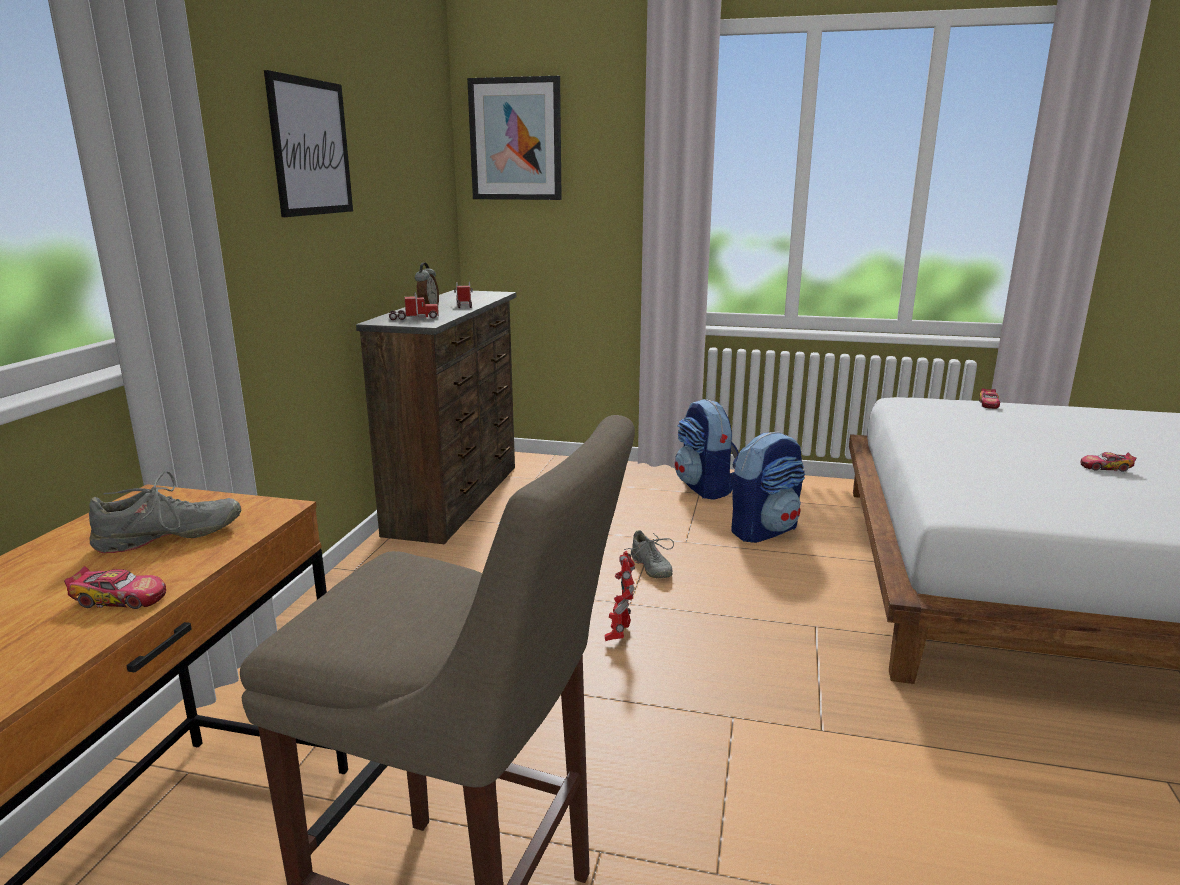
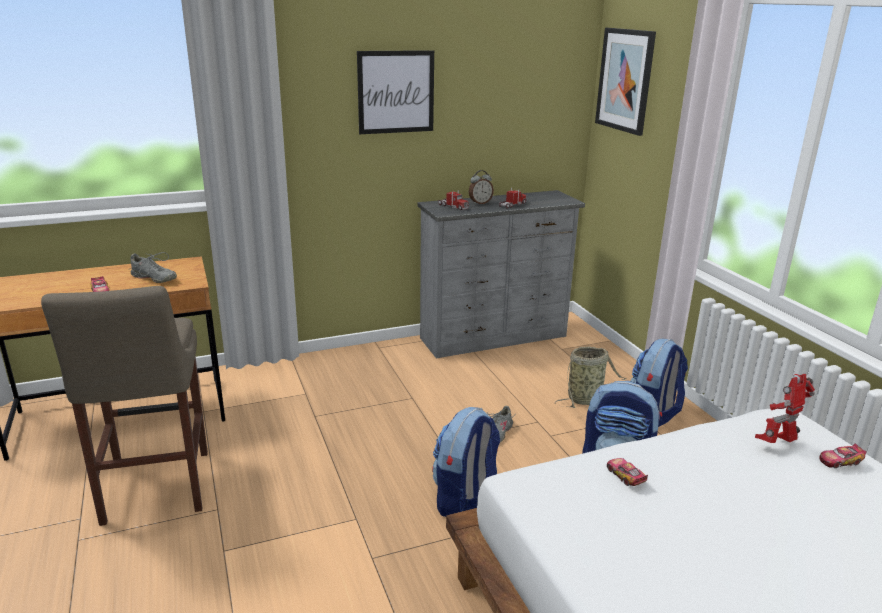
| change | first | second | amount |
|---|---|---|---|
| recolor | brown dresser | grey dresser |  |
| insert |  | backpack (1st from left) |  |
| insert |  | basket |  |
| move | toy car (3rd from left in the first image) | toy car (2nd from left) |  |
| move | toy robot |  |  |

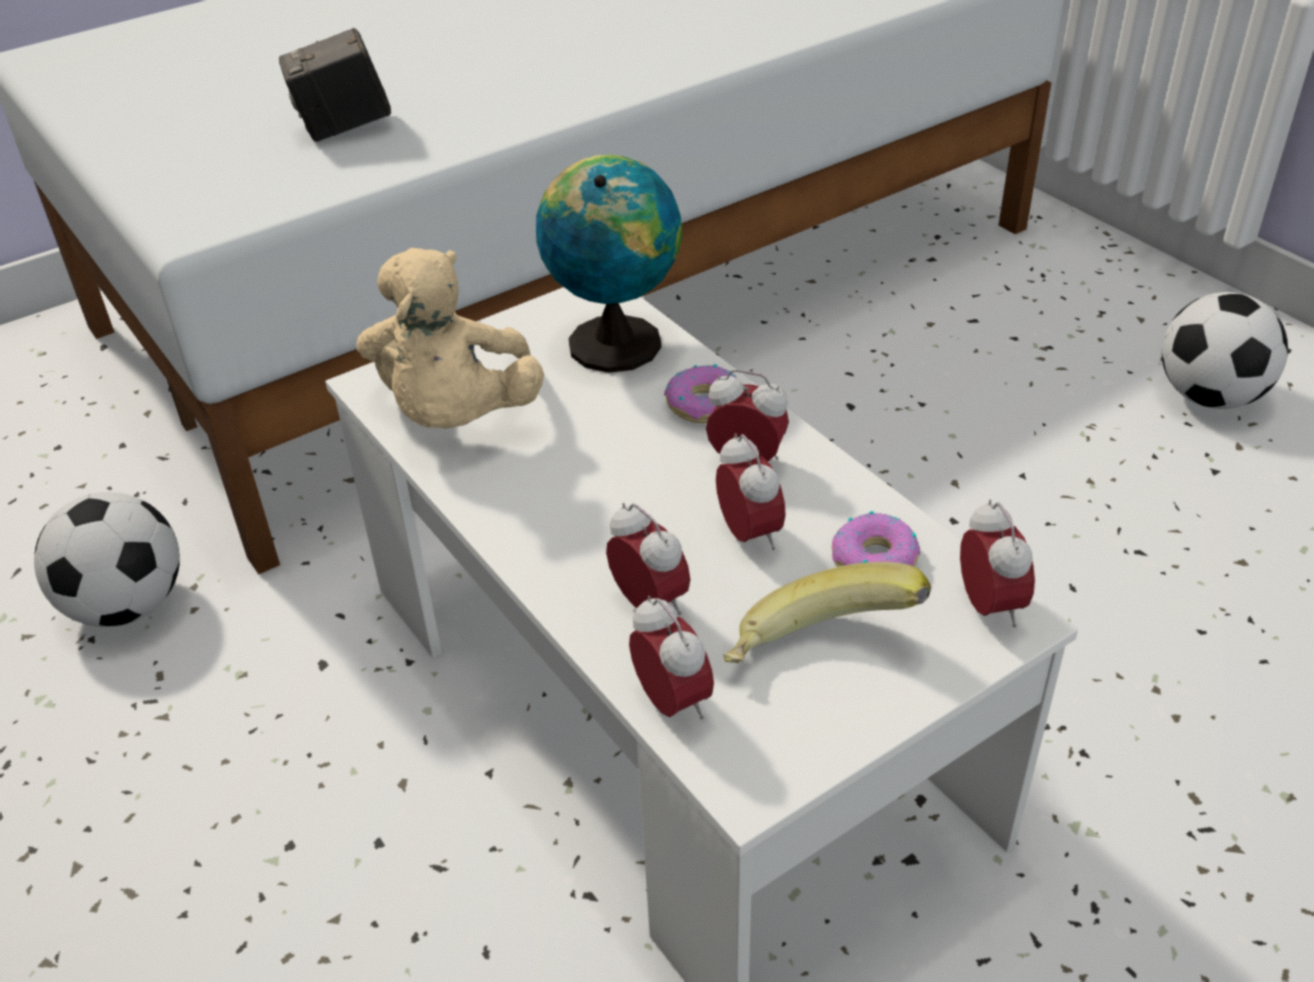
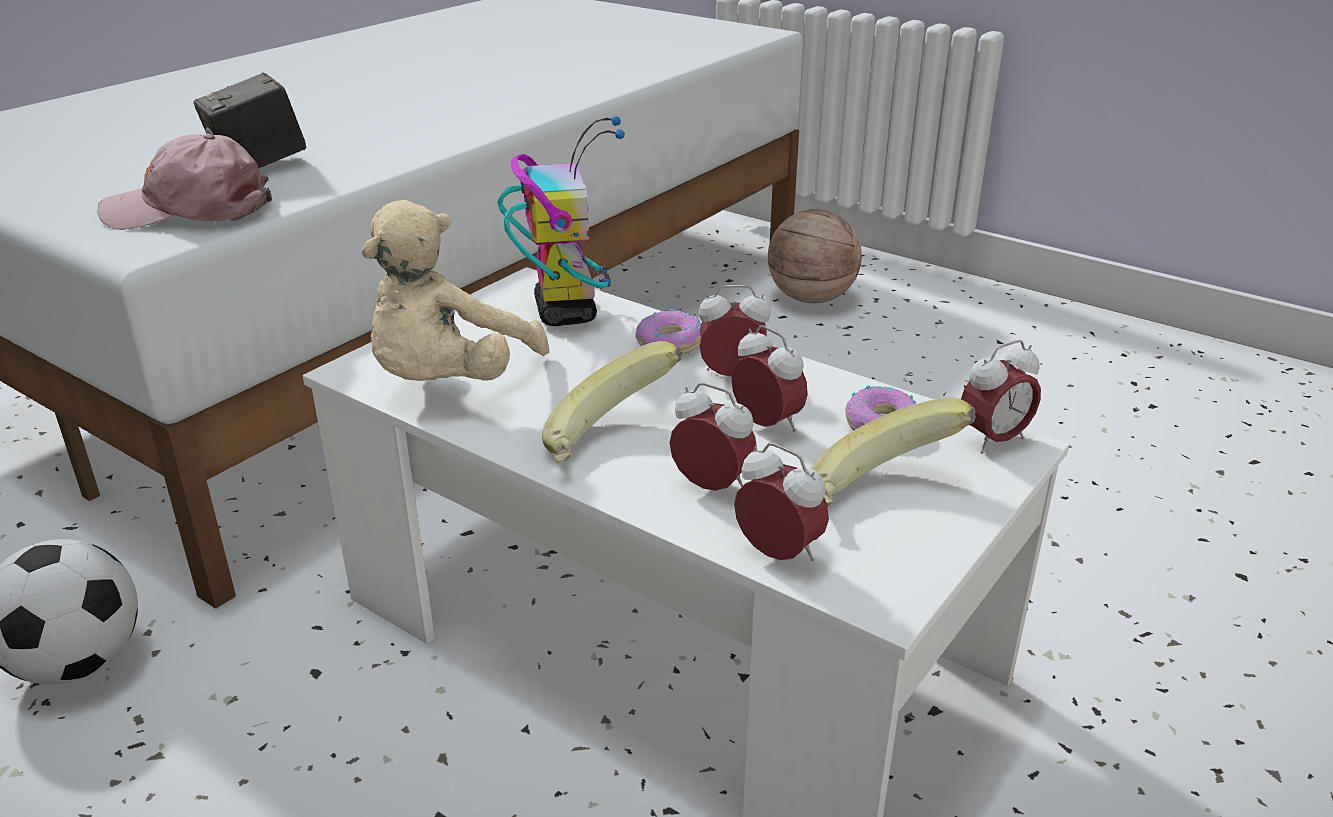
| change | first | second | amount |
|---|---|---|---|
| insert |  | pink cap |  |
| rotate | beige plush toy |  | 45 degrees clockwise |
| replace | globe | toy robot |  |
| insert |  | banana (1st from left) |  |
| insert |  | basketball |  |
| rotate | alarm clock (5th from left) |  | 90 degrees clockwise |
| delete | football (2nd from left) |  |  |

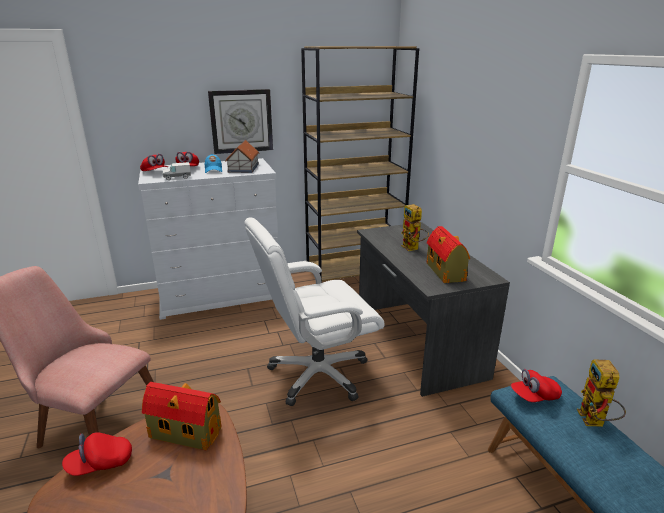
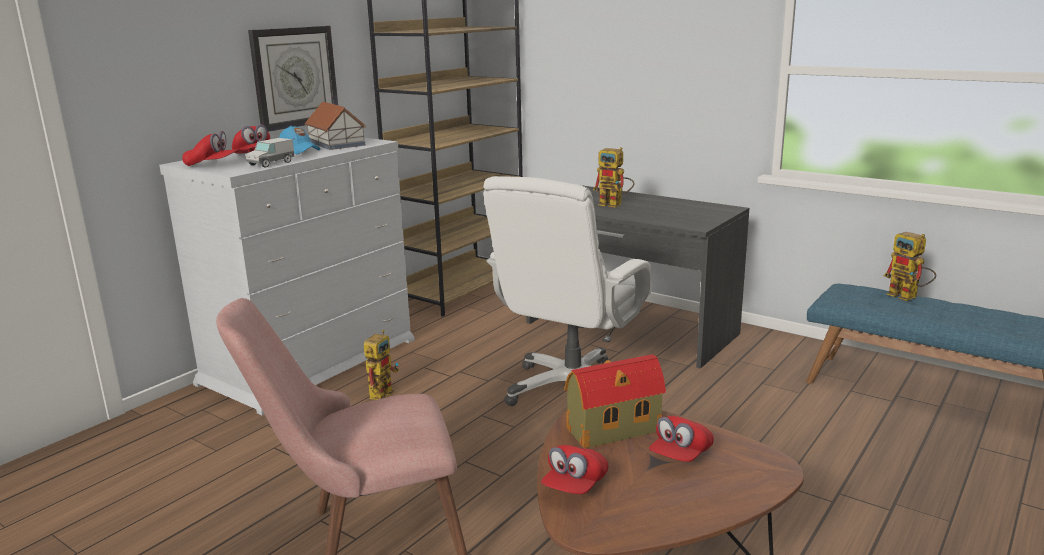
| change | first | second | amount |
|---|---|---|---|
| insert |  | toy robot (1st from left) |  |
| move | red cap (4th from left) |  |  |
| delete | toy house (3rd from left) |  |  |

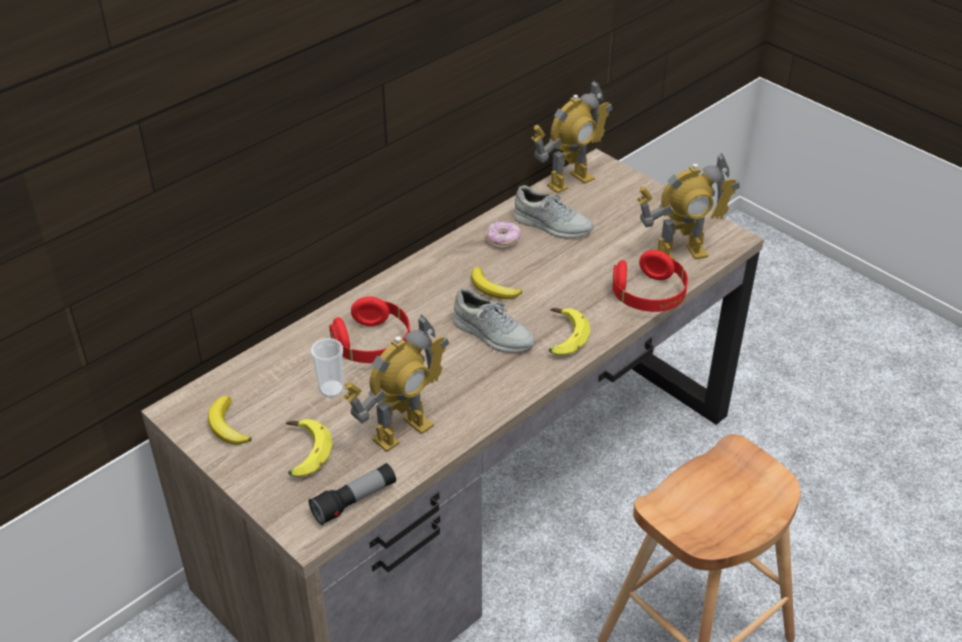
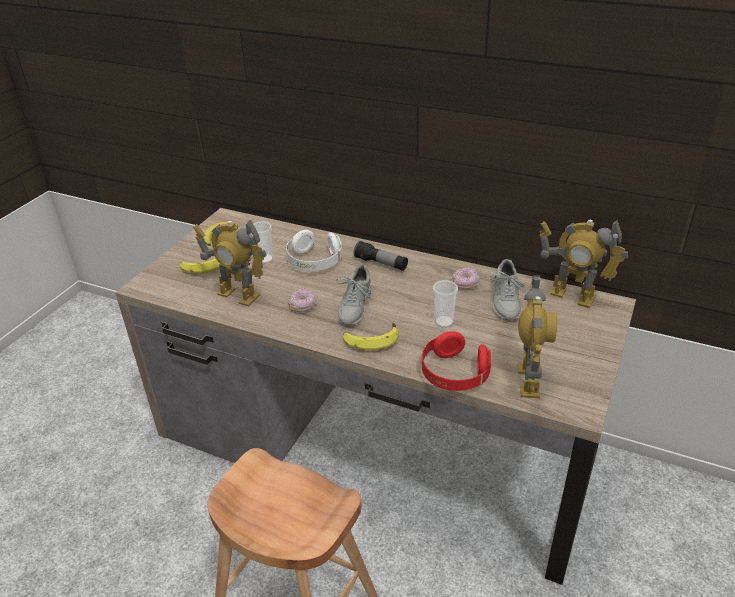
| change | first | second | amount |
|---|---|---|---|
| recolor | red headphones (1st from left) | white headphones |  |
| insert |  | donut (1st from left) |  |
| move | flashlight |  |  |
| insert |  | cup (2nd from left) |  |
| rotate | toy robot (3rd from left in the first image) | toy robot (2nd from left) | 135 degrees counterclockwise |
| delete | banana (3rd from left) |  |  |

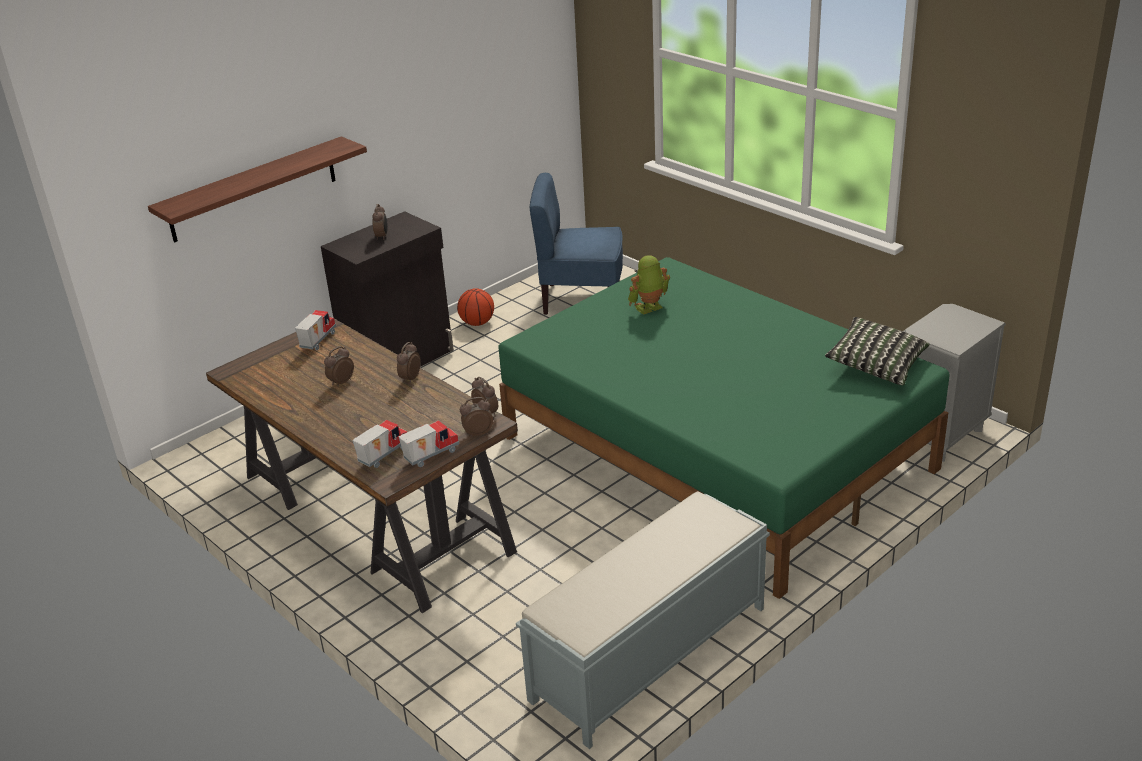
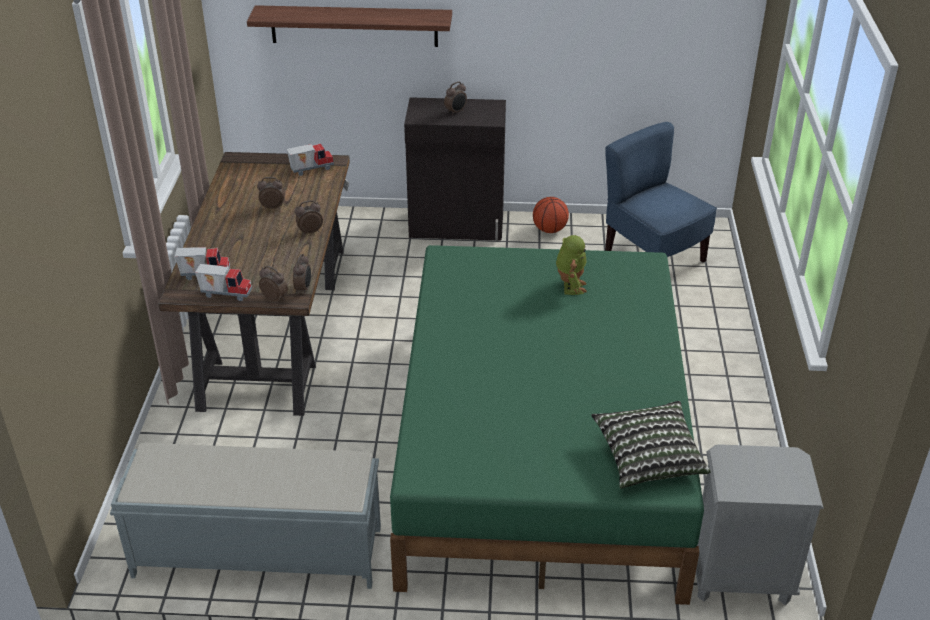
| change | first | second | amount |
|---|---|---|---|
| rotate | toy robot |  | 75 degrees clockwise |

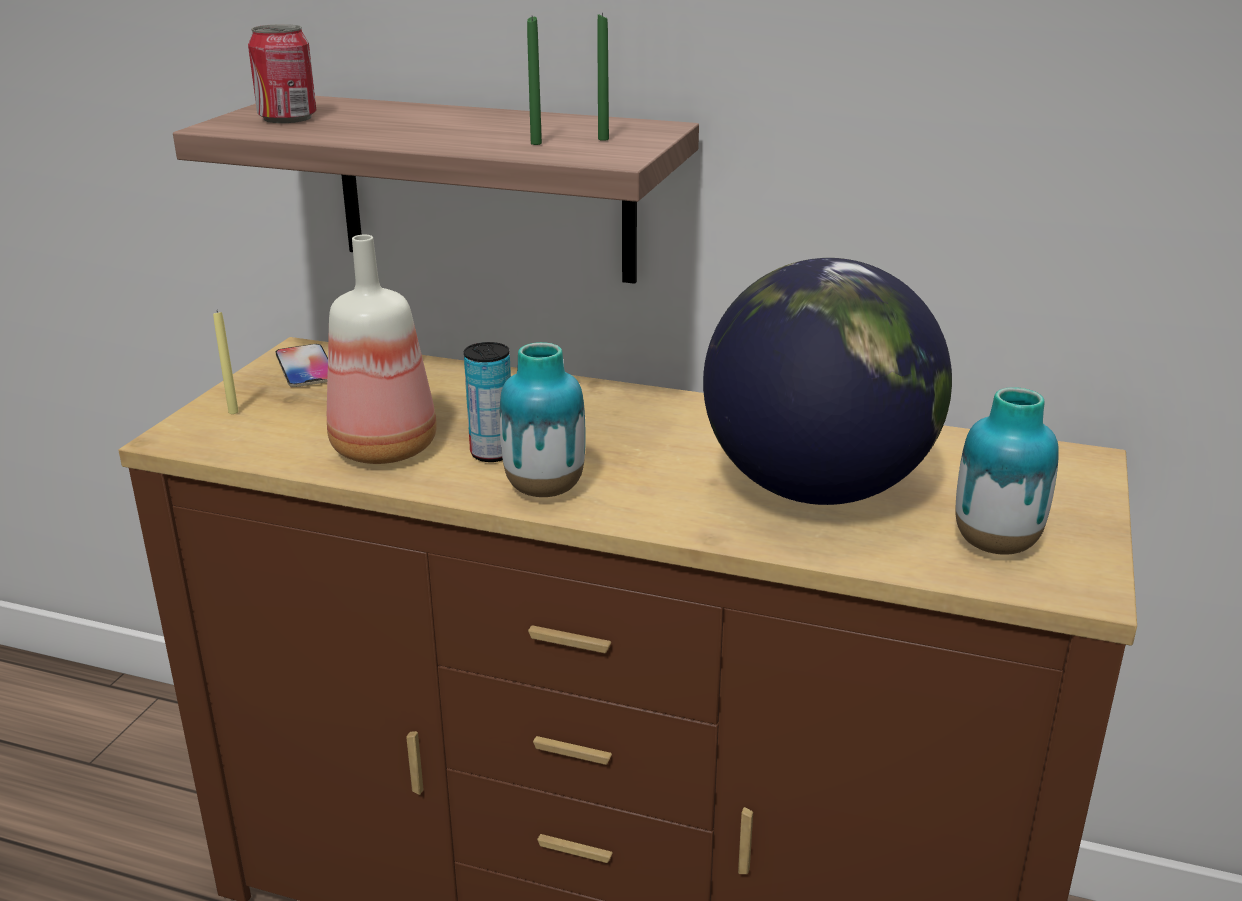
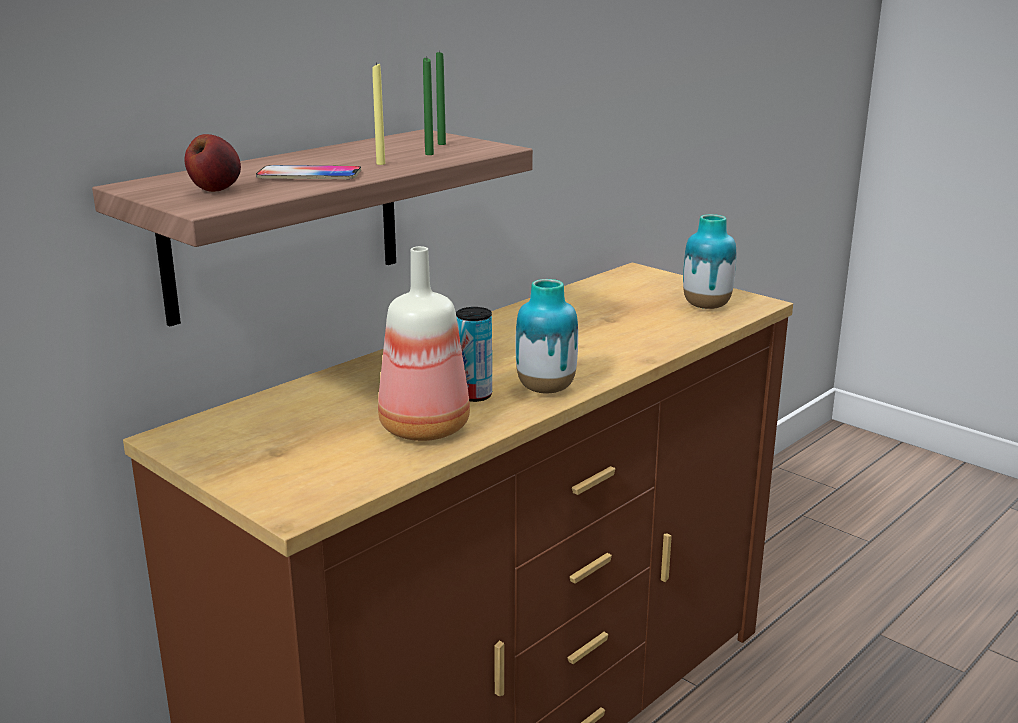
| change | first | second | amount |
|---|---|---|---|
| replace | can (1st from left) | apple |  |
| move | phone |  |  |
| move | yellow candle |  |  |
| delete | globe |  |  |

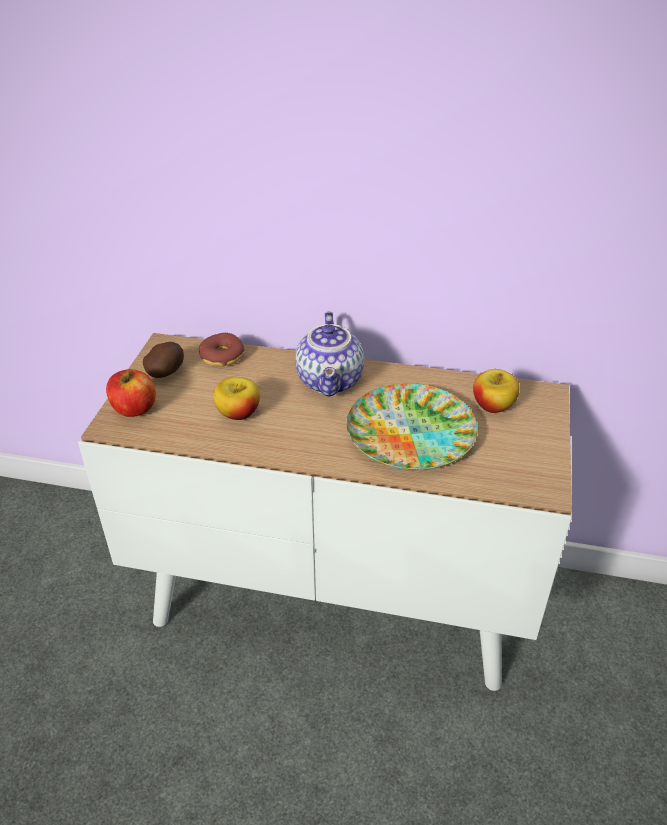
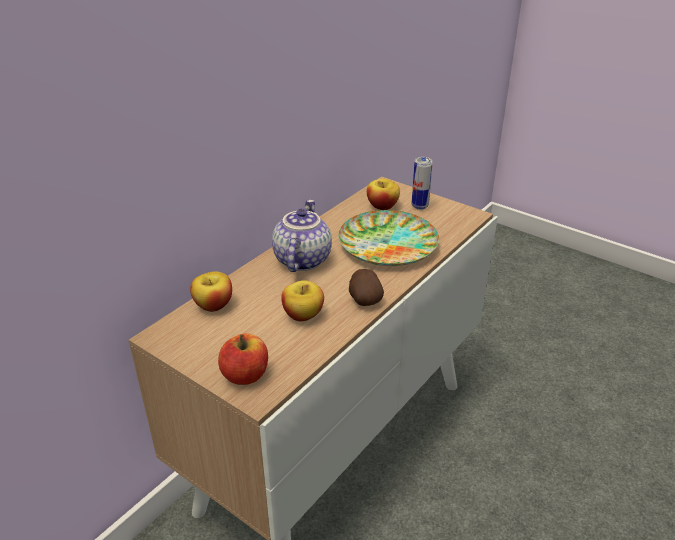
| change | first | second | amount |
|---|---|---|---|
| replace | donut | apple (1st from left) |  |
| rotate | teapot |  | 105 degrees counterclockwise |
| move | potato |  |  |
| insert |  | can |  |

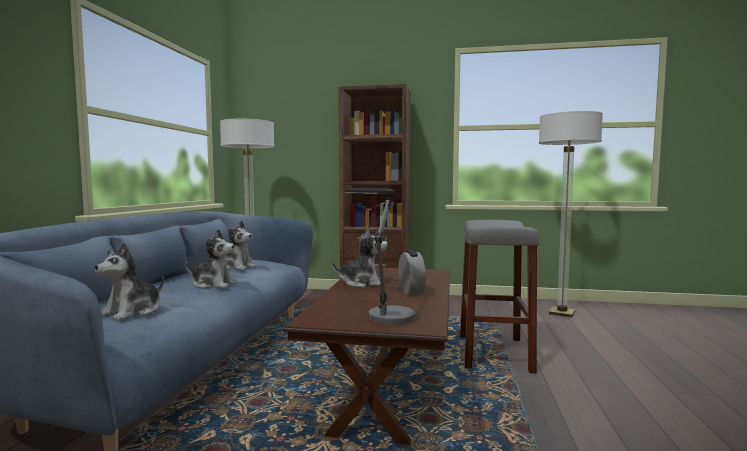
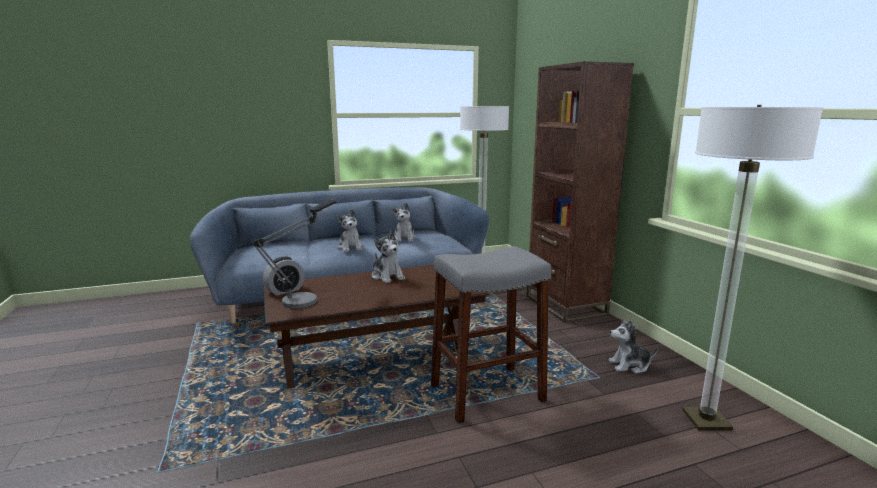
| change | first | second | amount |
|---|---|---|---|
| move | alarm clock |  |  |
| move | plush toy (1st from left in the first image) | plush toy (4th from left) |  |

